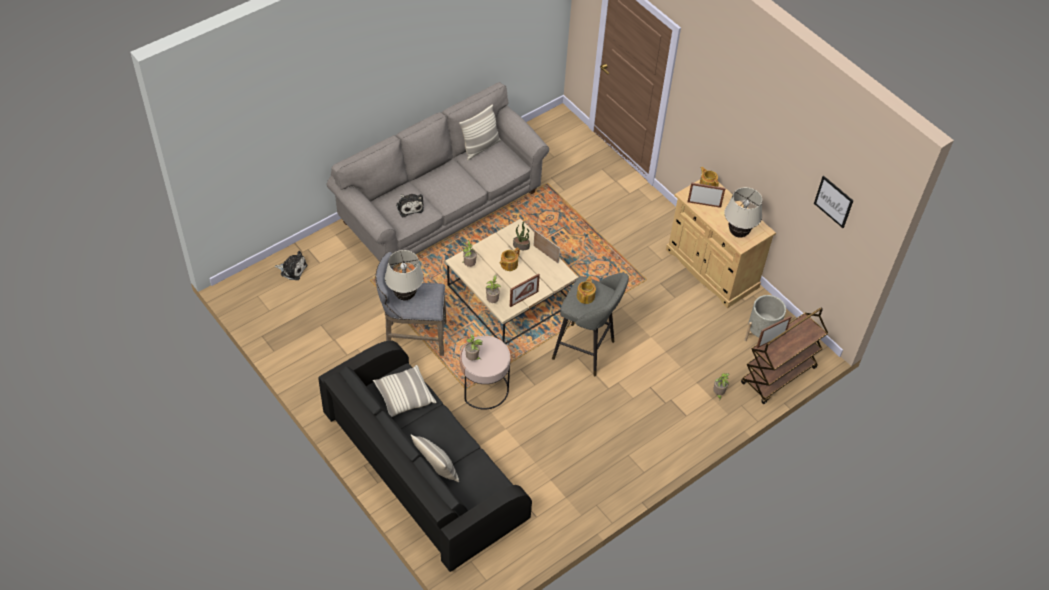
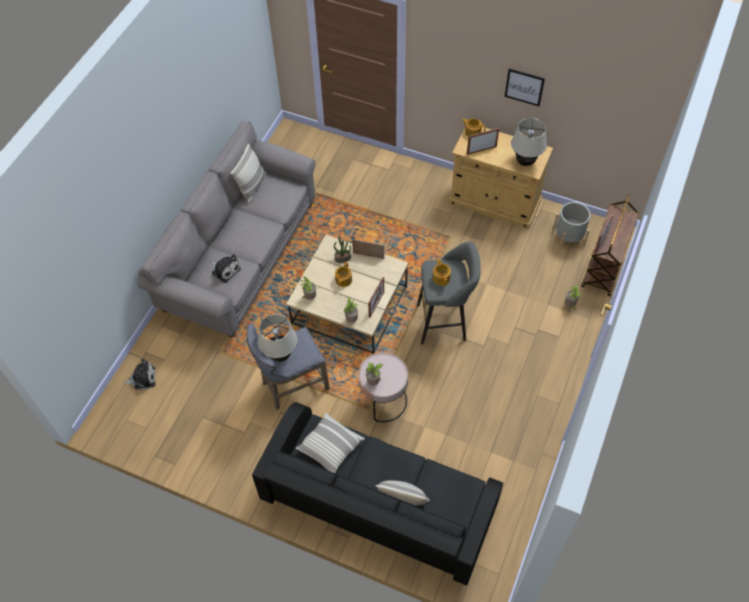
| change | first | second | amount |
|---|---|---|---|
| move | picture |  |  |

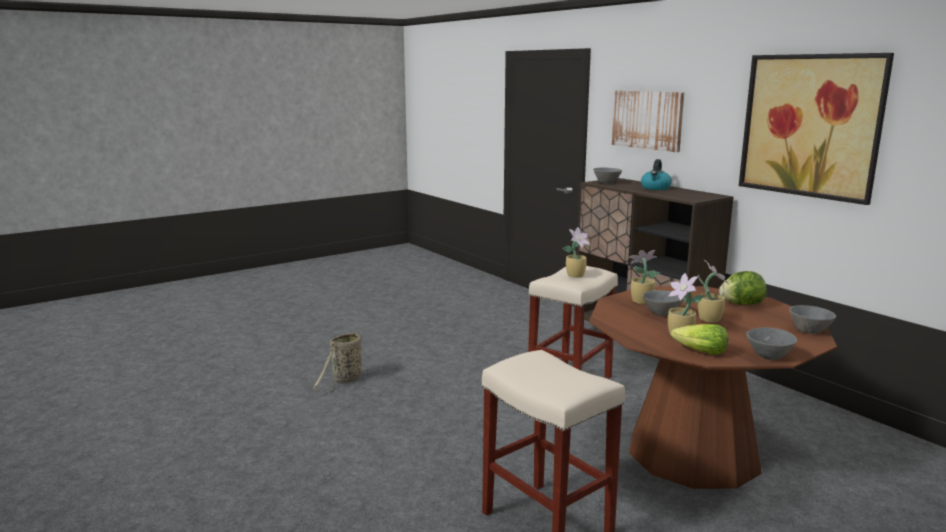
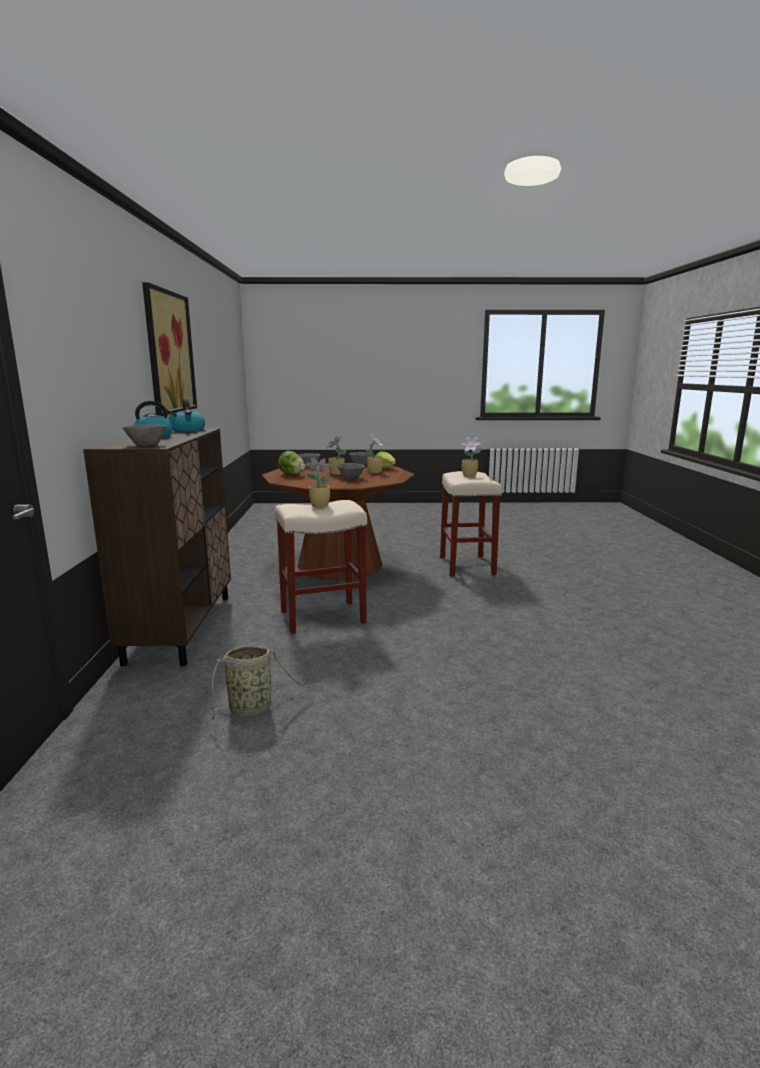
| change | first | second | amount |
|---|---|---|---|
| insert |  | kettle (2nd from left) |  |
| move | basket |  |  |
| move | potted plant (2nd from left in the first image) | potted plant (4th from left) |  |
| delete | picture (1st from left) |  |  |

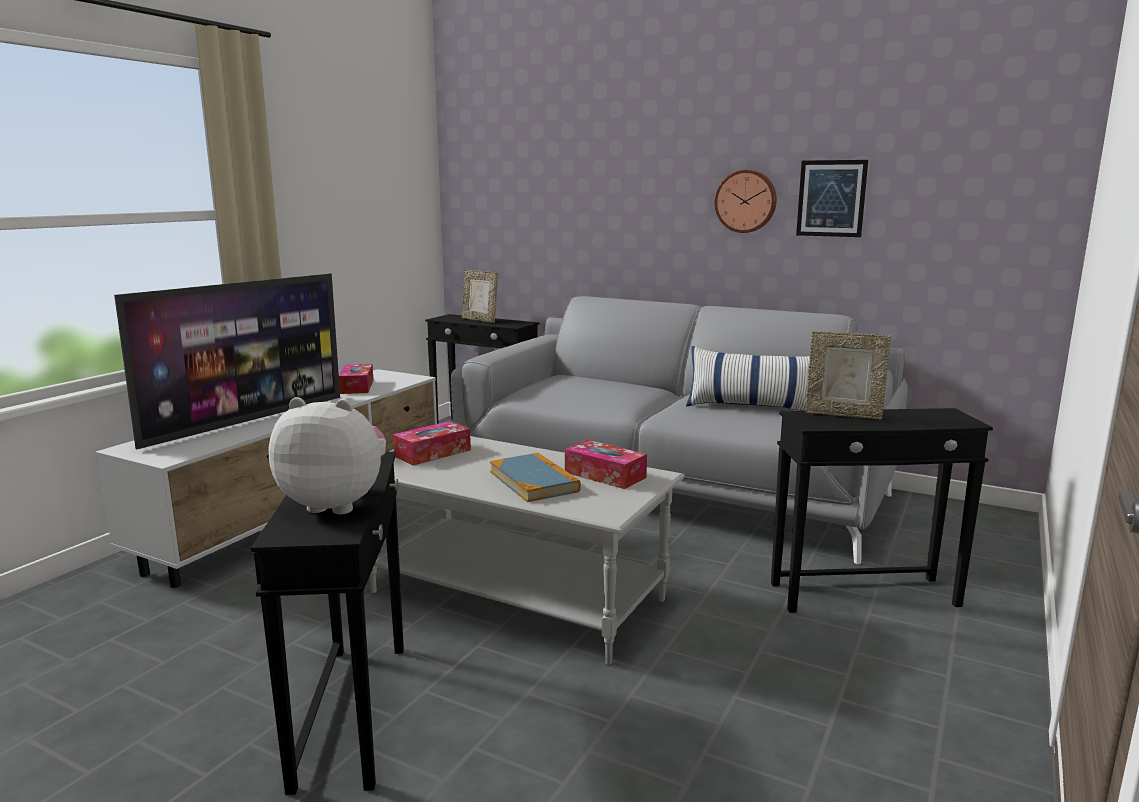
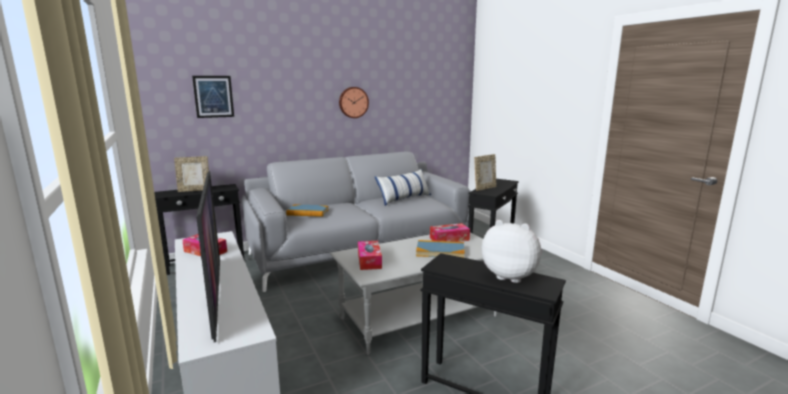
| change | first | second | amount |
|---|---|---|---|
| move | picture |  |  |
| insert |  | book (1st from left) |  |
| rotate | plush toy |  | 75 degrees clockwise |

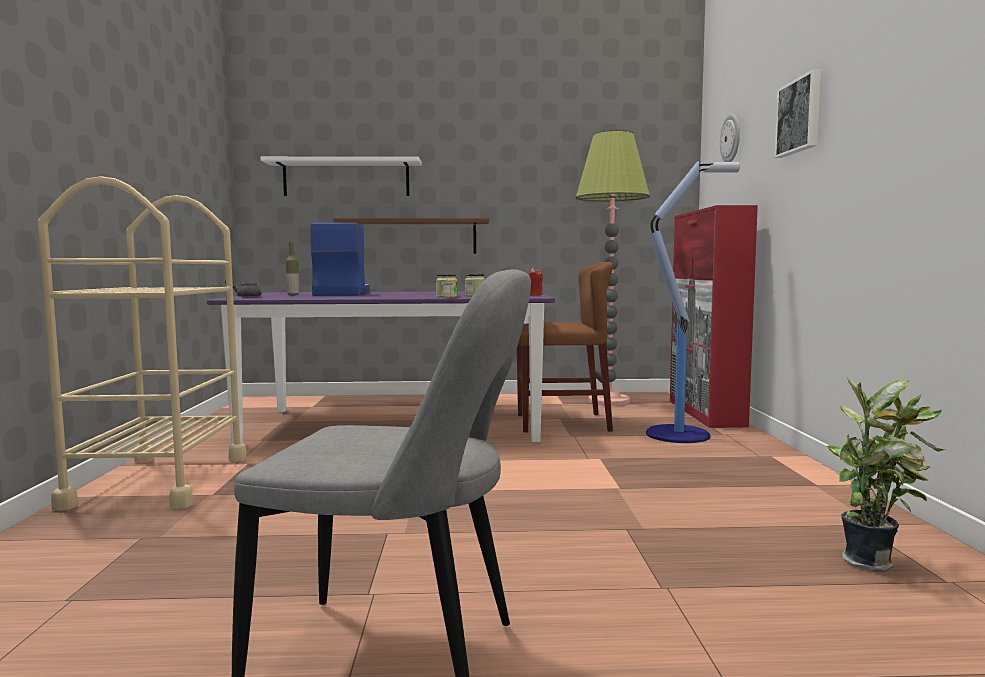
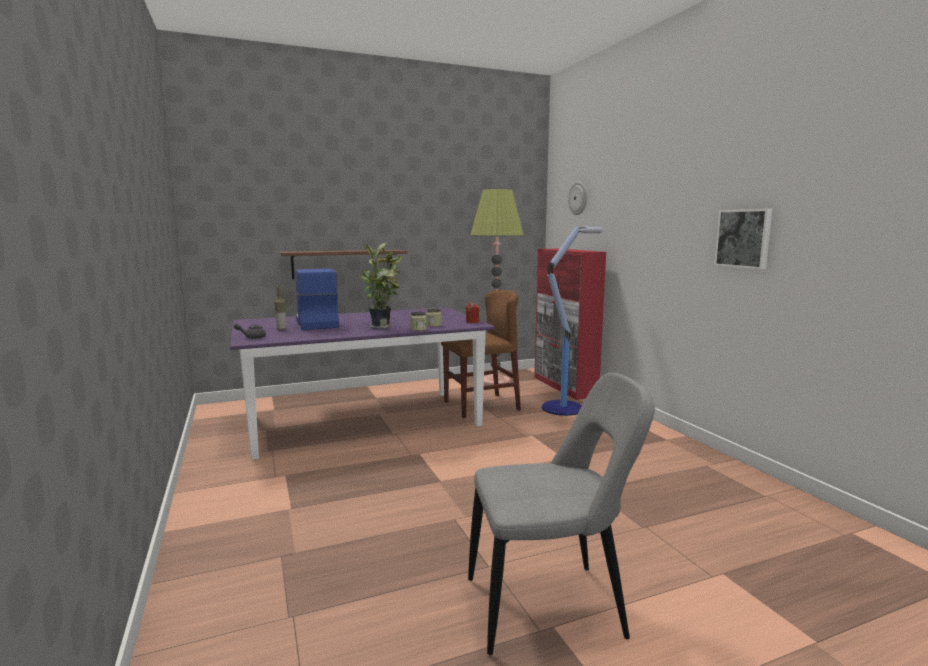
| change | first | second | amount |
|---|---|---|---|
| move | potted plant |  |  |
| move | picture |  |  |
| delete | beige cart |  |  |
| delete | white shelf |  |  |

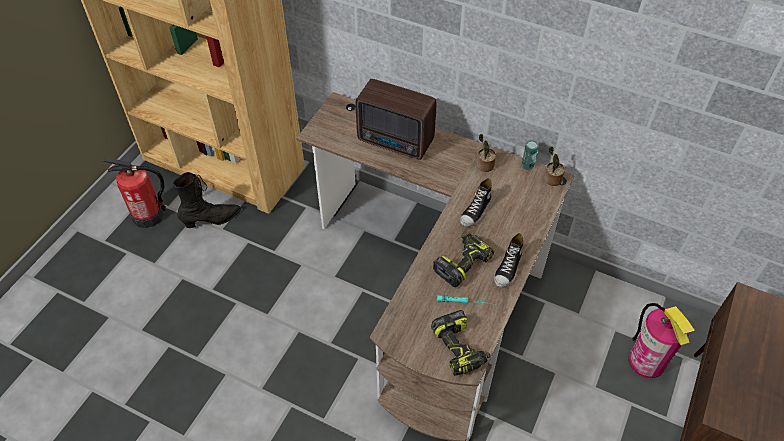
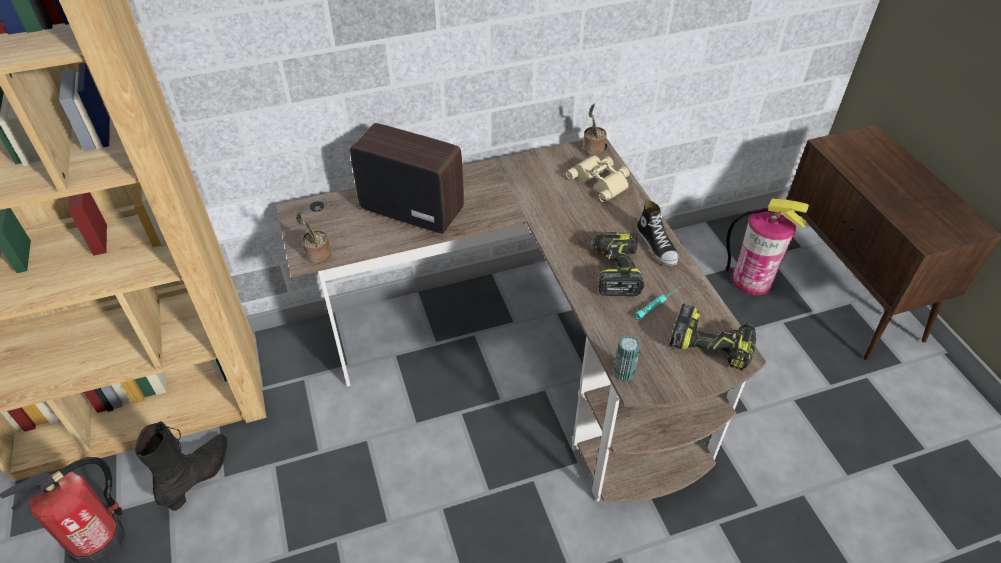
| change | first | second | amount |
|---|---|---|---|
| move | potted plant (1st from left) |  |  |
| rotate | radio |  | 135 degrees counterclockwise |
| insert |  | beige binoculars |  |
| move | can |  |  |
| delete | shoe (1st from left) |  |  |

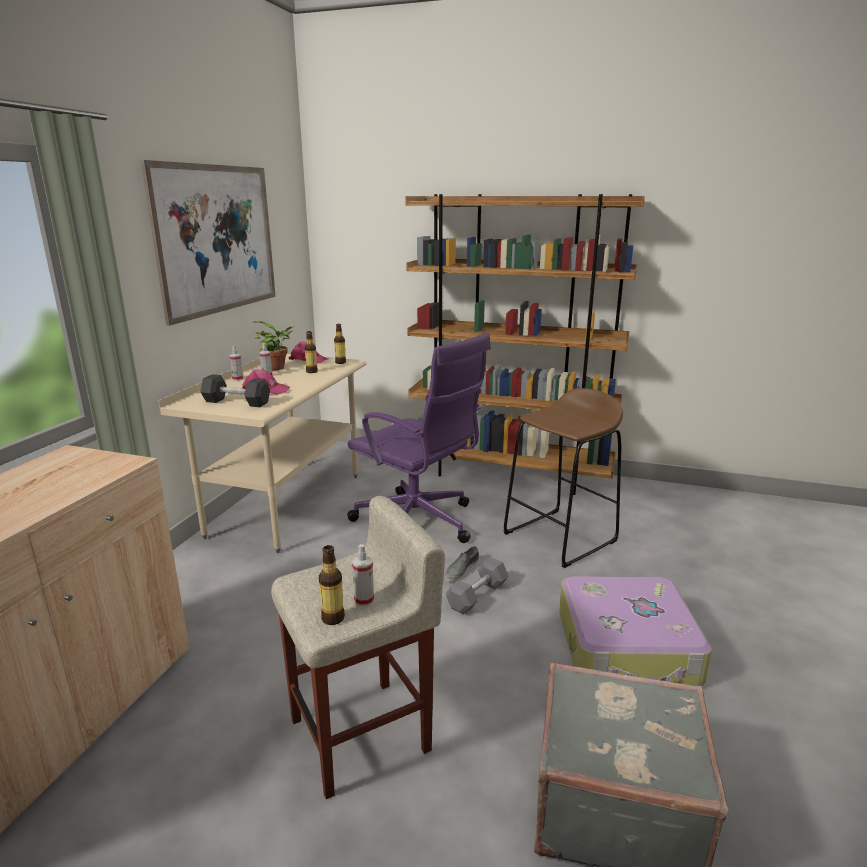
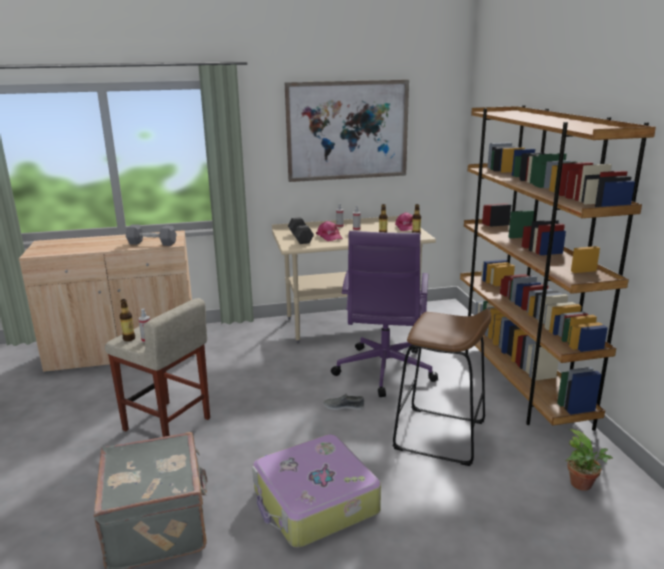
| change | first | second | amount |
|---|---|---|---|
| move | grey dumbbell (2nd from left in the first image) | grey dumbbell (1st from left) |  |
| move | potted plant |  |  |

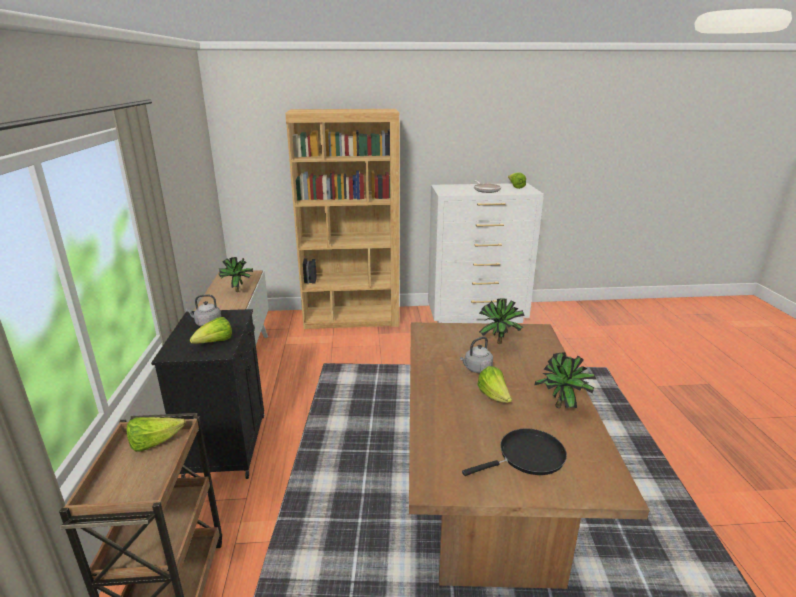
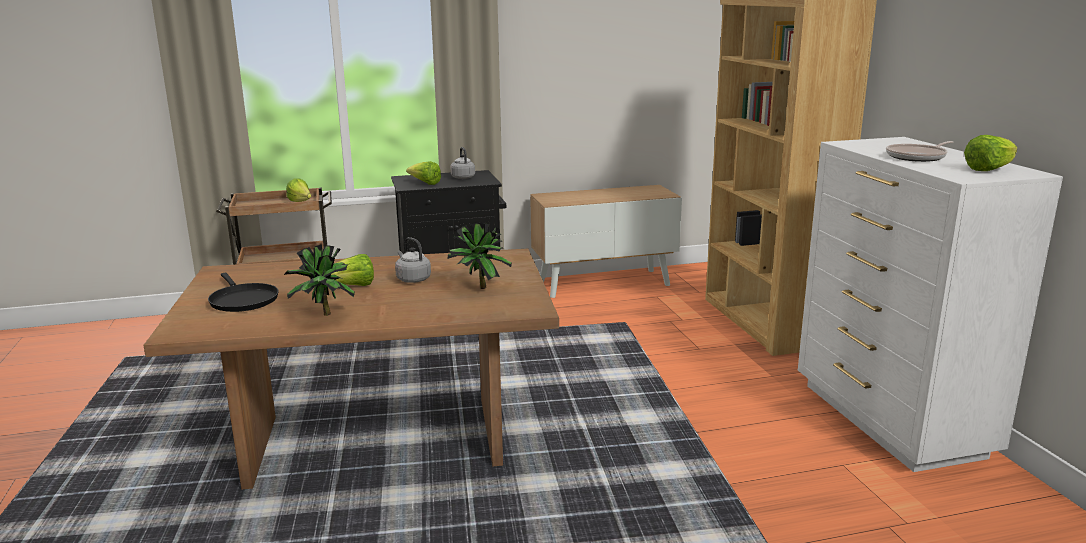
| change | first | second | amount |
|---|---|---|---|
| delete | potted plant (1st from left) |  |  |

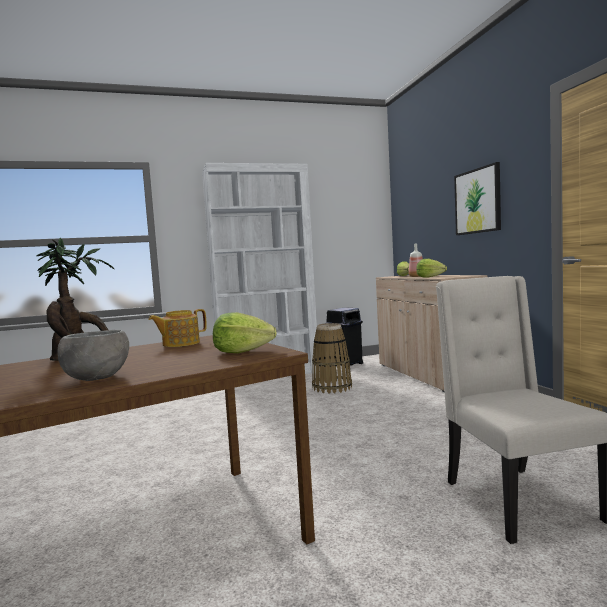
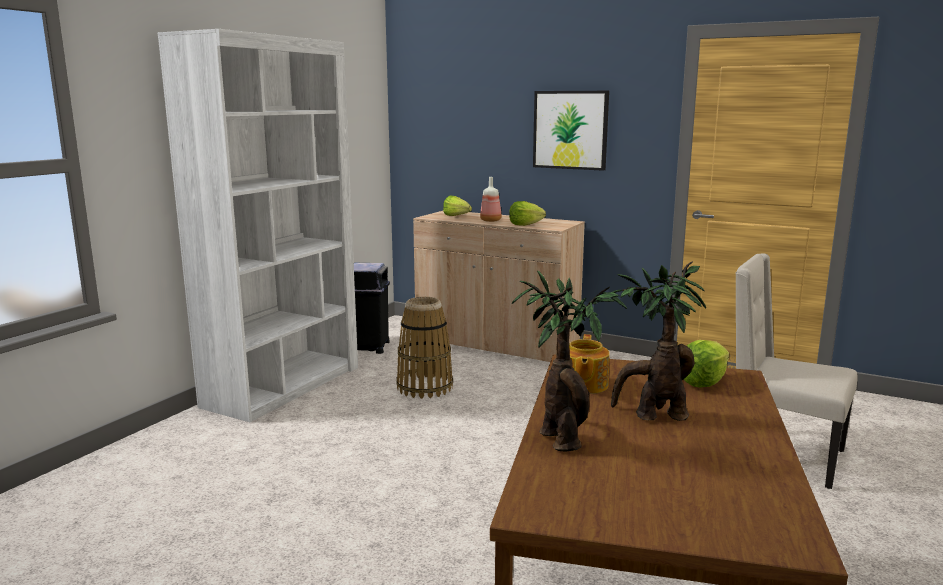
| change | first | second | amount |
|---|---|---|---|
| insert |  | potted plant (2nd from left) |  |
| delete | grey bowl |  |  |

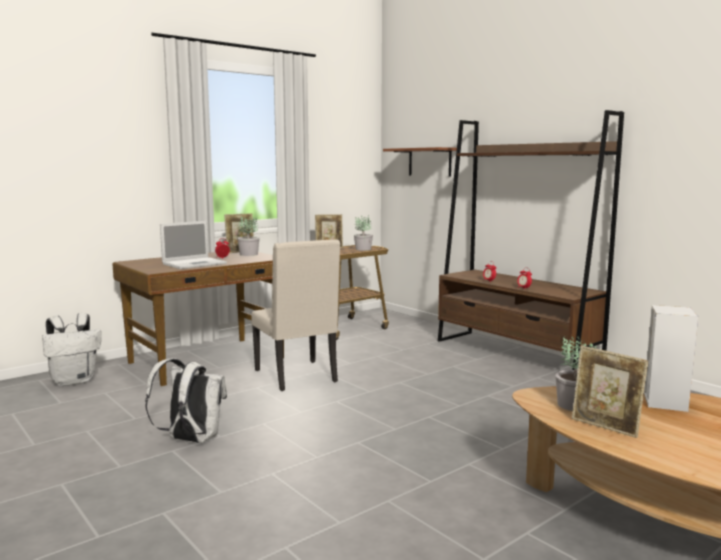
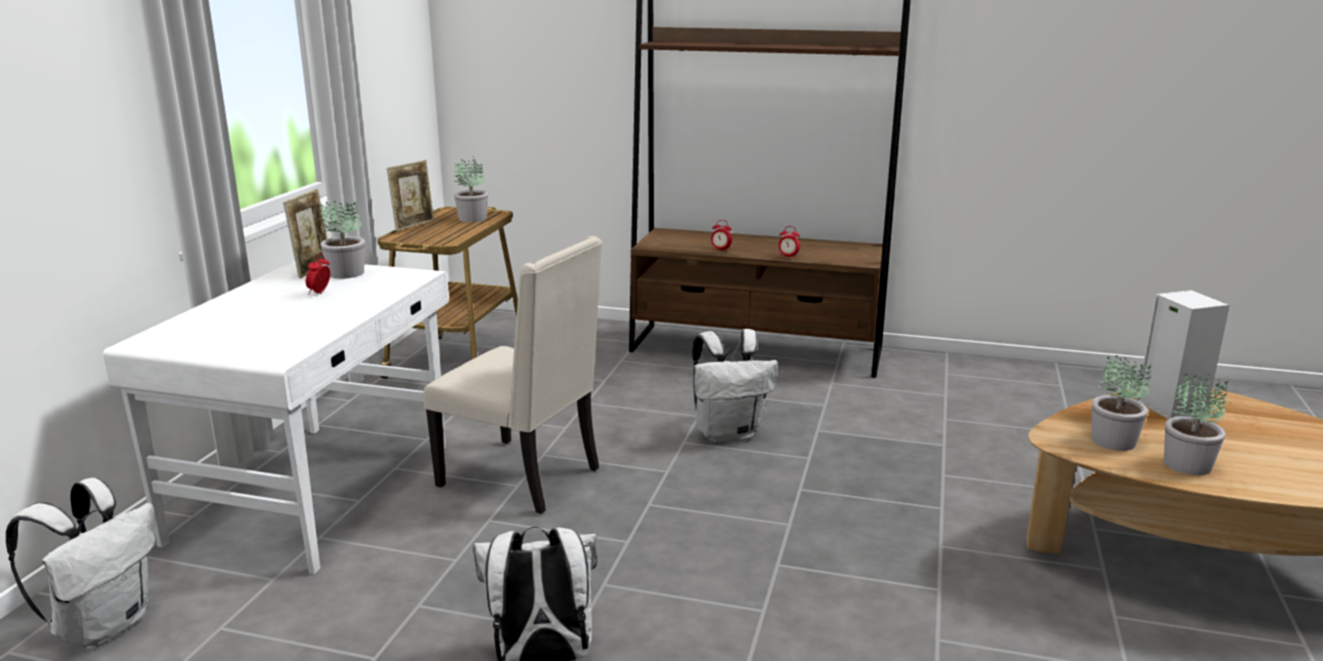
| change | first | second | amount |
|---|---|---|---|
| recolor | brown desk | white desk |  |
| insert |  | white backpack (3rd from left) |  |
| replace | picture frame (3rd from left) | potted plant (4th from left) |  |
| delete | laptop |  |  |
| delete | brown shelf |  |  |

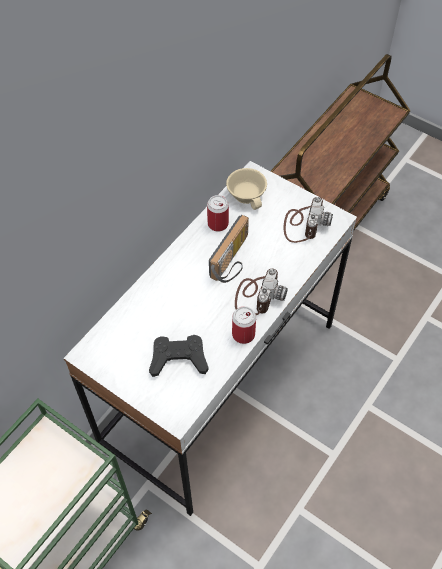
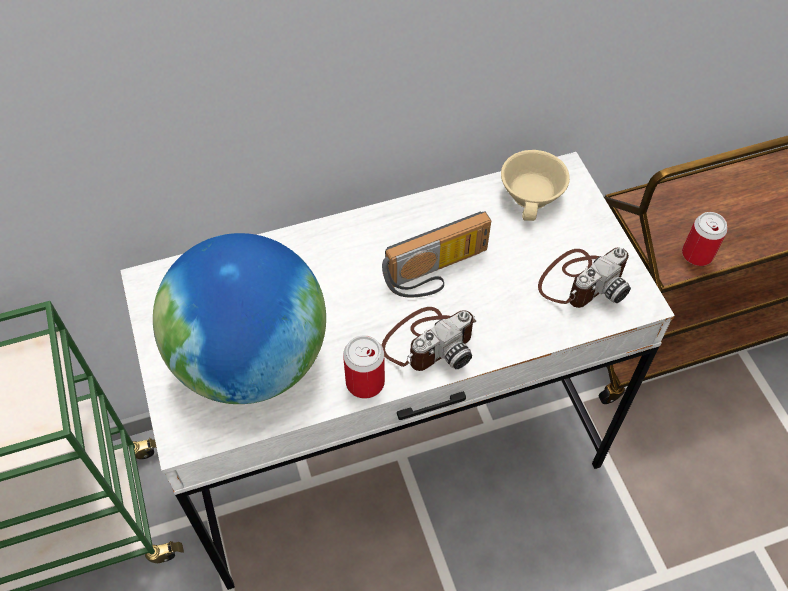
| change | first | second | amount |
|---|---|---|---|
| replace | black game controller | globe |  |
| move | can (1st from left in the first image) | can (2nd from left) |  |

